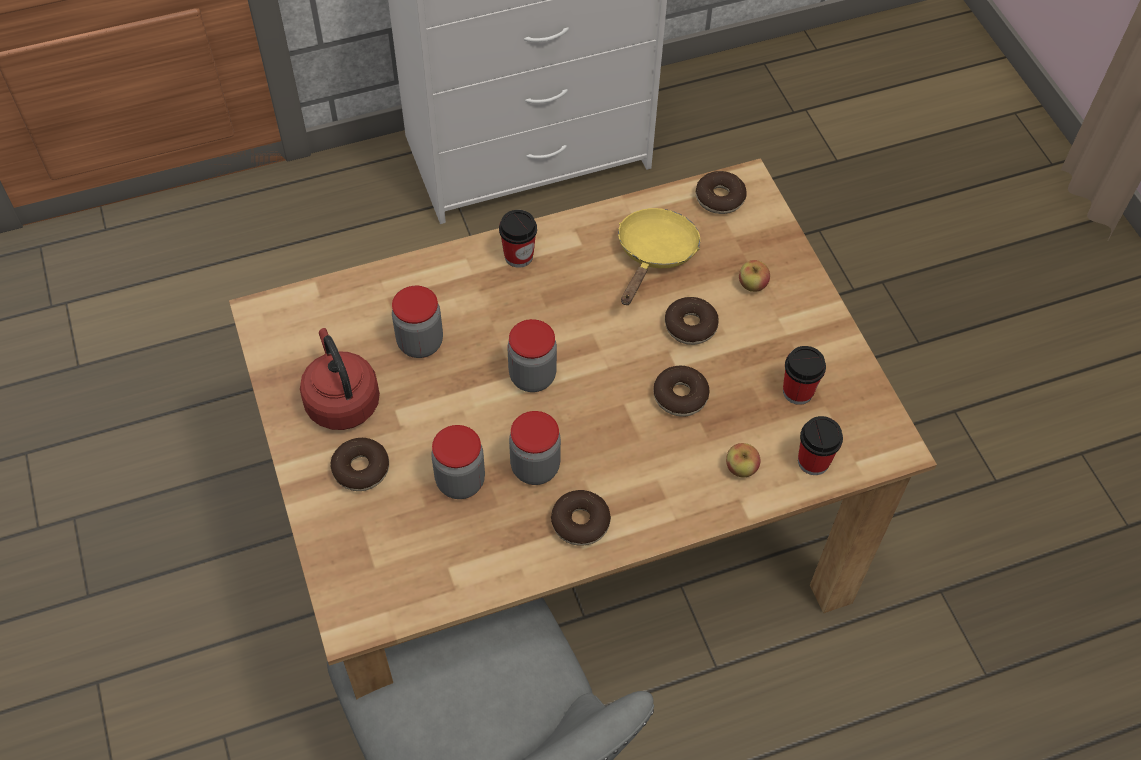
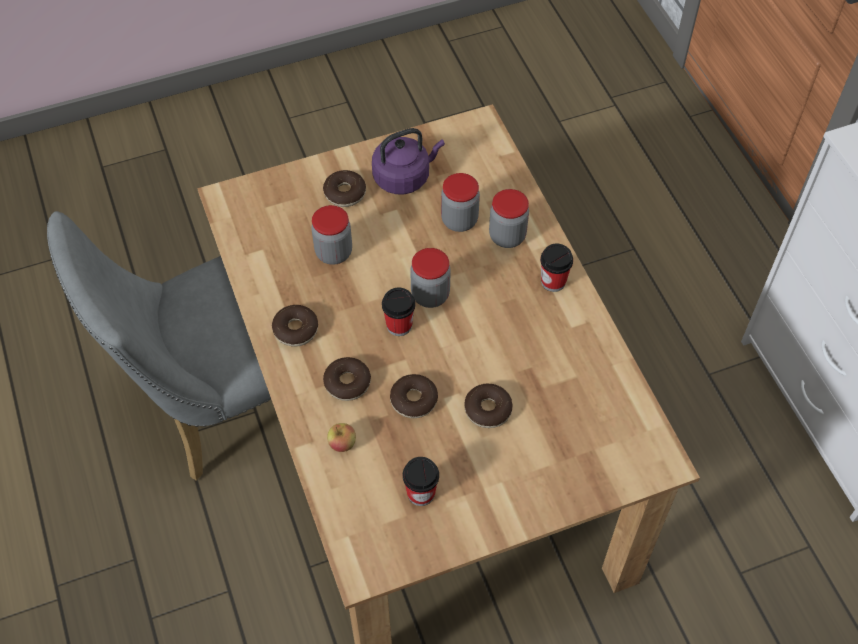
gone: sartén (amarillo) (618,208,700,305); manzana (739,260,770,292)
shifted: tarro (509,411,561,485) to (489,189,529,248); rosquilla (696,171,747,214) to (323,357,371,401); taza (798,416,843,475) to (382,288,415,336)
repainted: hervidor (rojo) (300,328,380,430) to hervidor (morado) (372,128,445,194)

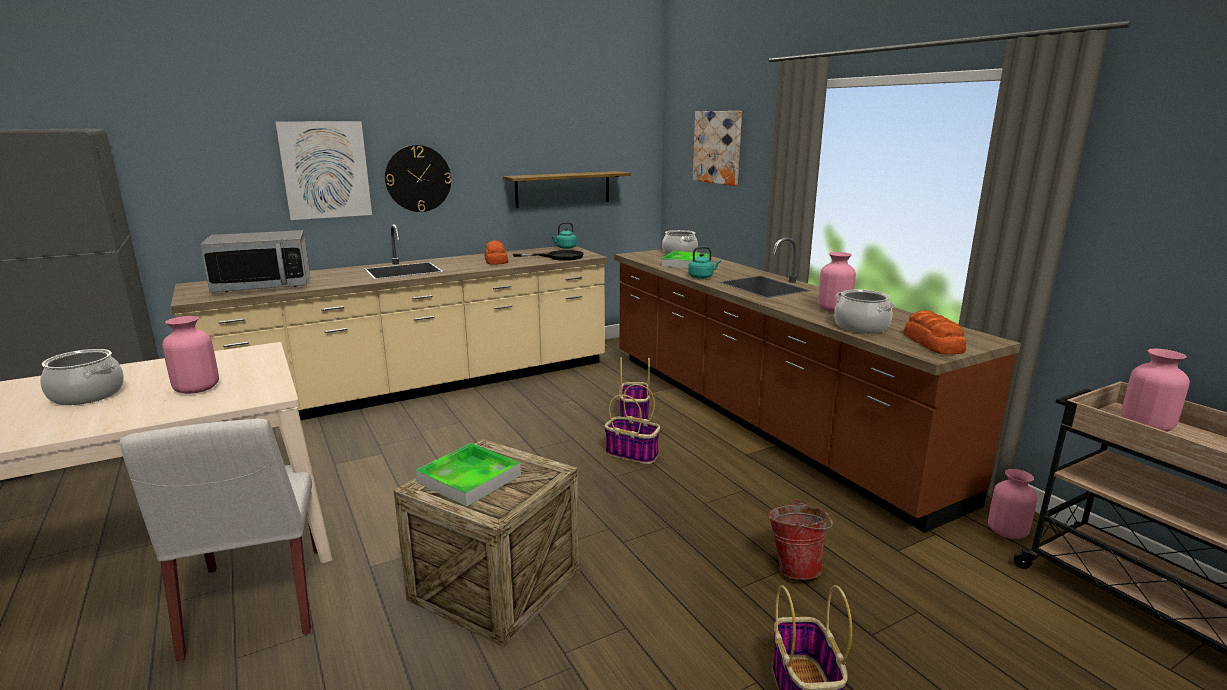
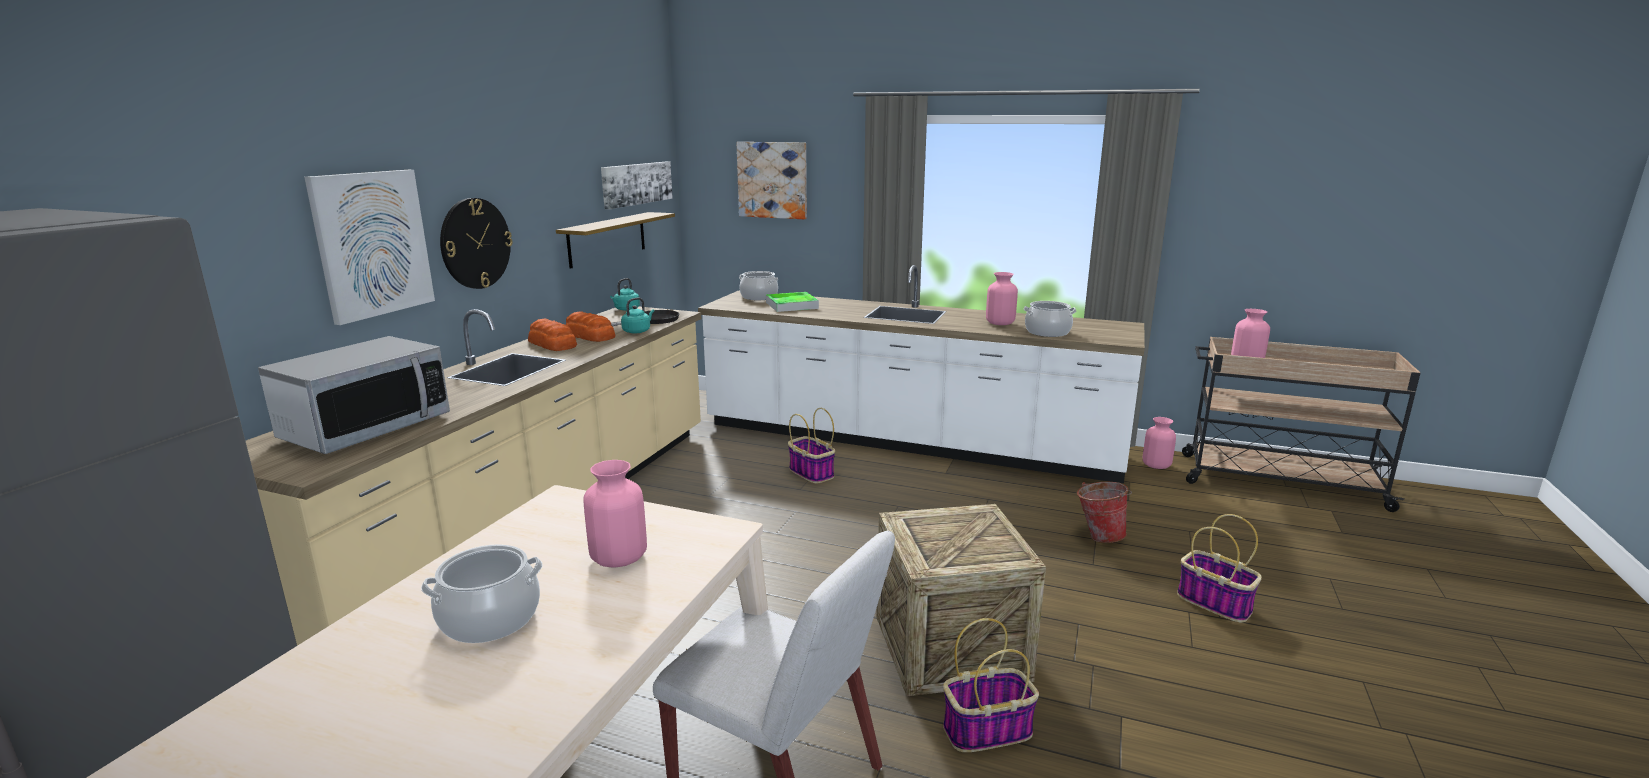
gone: bandeja (416,443,521,507)
new: cuadro (601,161,673,210)
shifted: cesta (604,384,660,464) to (943,618,1039,752); hervidor (turquesa) (688,246,721,279) to (621,297,654,334); pan (903,311,966,354) to (528,319,577,351)
repainted: mueble bajo de cocina (marrón) (615,237,1021,533) to mueble bajo de cocina (blanco) (698,265,1145,484)

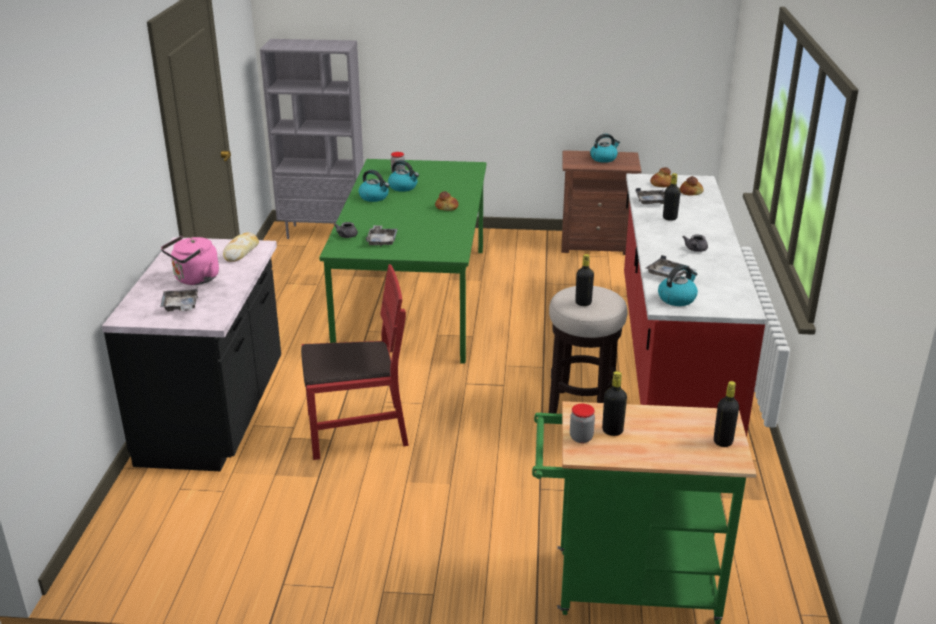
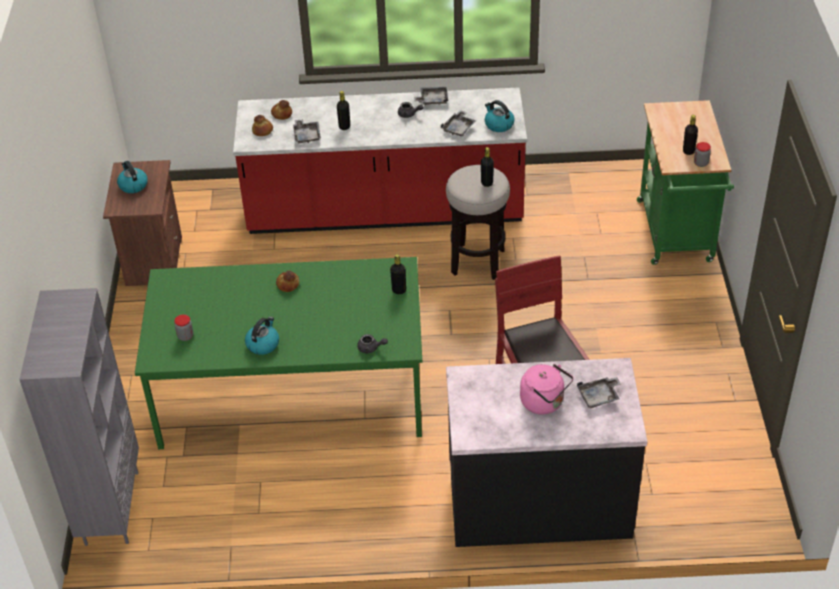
gone: pan (223,232,259,262); hervidor (388,160,419,192)
shifted: bandeja (gris) (366,225,397,246) to (414,87,448,105); botella (negro) (714,381,739,447) to (390,254,406,294)

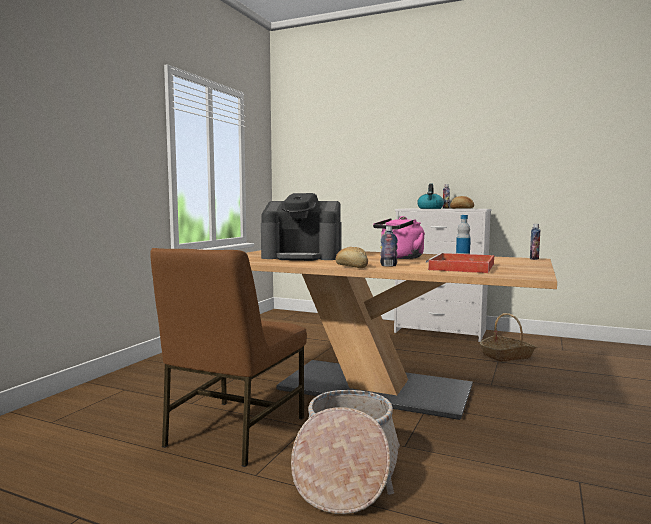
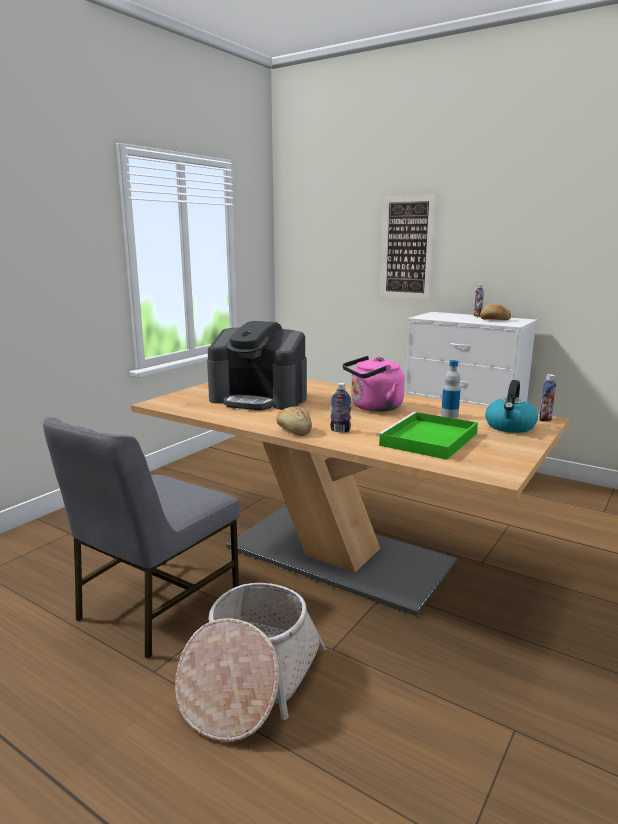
gone: cesta (480,313,537,362)
new: cuadro (380,195,436,300)
shifted: hervidor (417,184,444,209) to (485,380,538,433)
repainted: silla (marrón) (150,248,307,467) to silla (gris) (43,417,240,659); bandeja (rojo) (426,253,494,273) to bandeja (verde) (377,412,478,460)

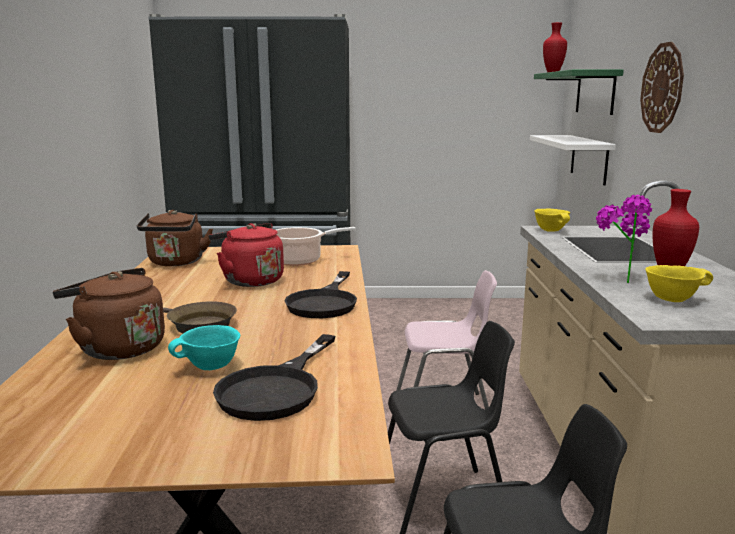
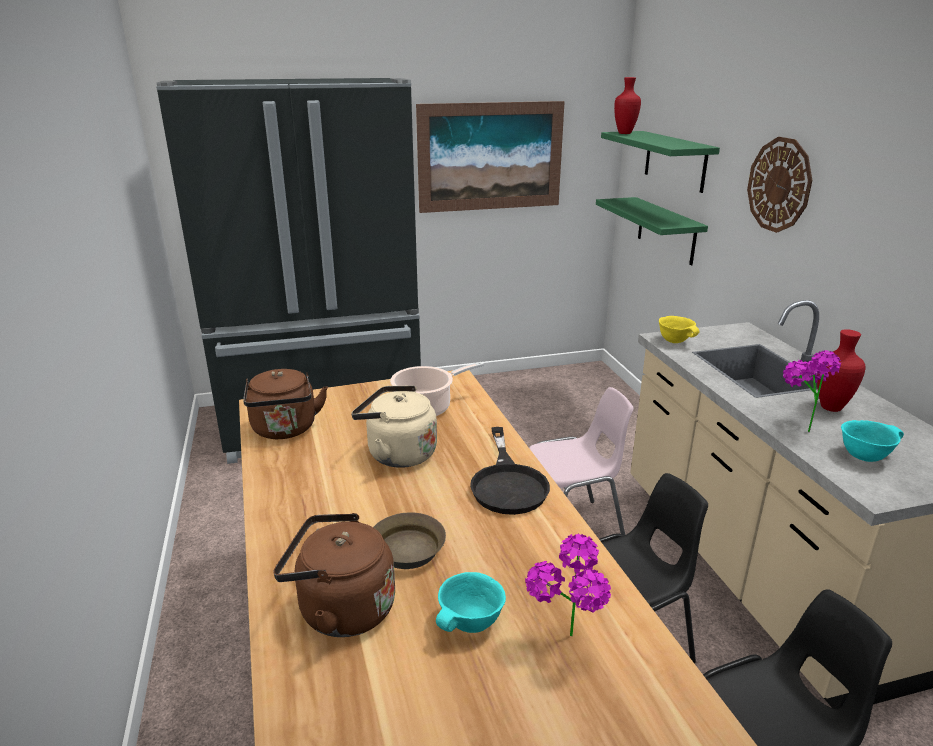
new: cuadro (416,101,565,213)
swapped: sartén (negro) (213,334,335,421) to planta en maceta (525,534,611,636)
repainted: hervidor (rojo) (209,223,284,287) to hervidor (beis) (351,385,437,468); estante (blanco) (530,135,616,185) to estante (verde) (596,197,708,265); cuenco (amarillo) (645,265,713,302) to cuenco (turquesa) (841,420,904,462)

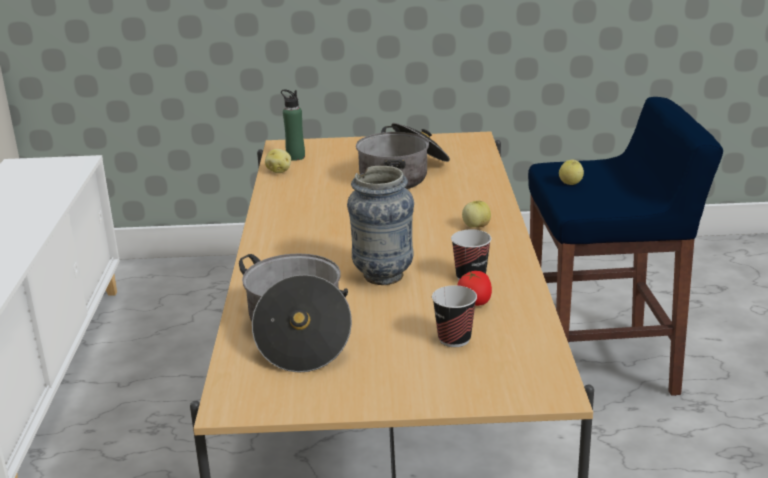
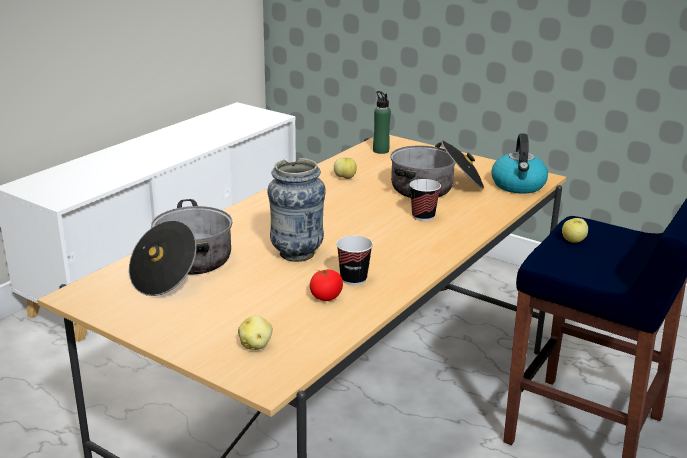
new: hervidor (491,133,548,194)
shifted: patata (265,149,291,173) to (238,316,273,350); taza (432,285,477,347) to (410,179,441,221); manzana (462,201,491,228) to (334,157,357,179)

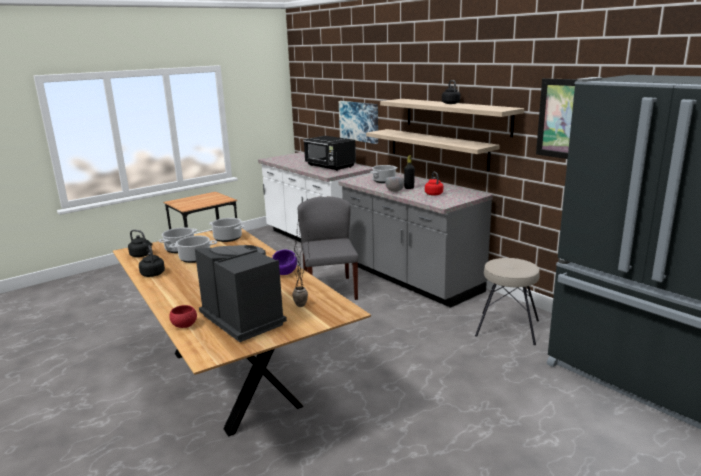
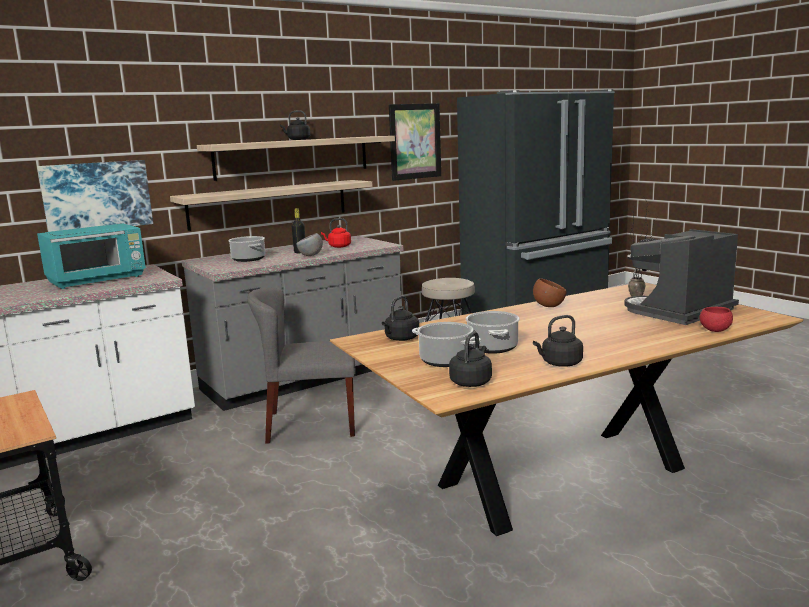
swapped: olla (209,218,244,242) to hervidor (negro) (382,296,419,341)
repainted: cuenco (morado) (272,250,297,275) to cuenco (marrón) (533,278,567,307); microondas (negro) (303,136,356,171) to microondas (turquesa) (37,224,146,289)

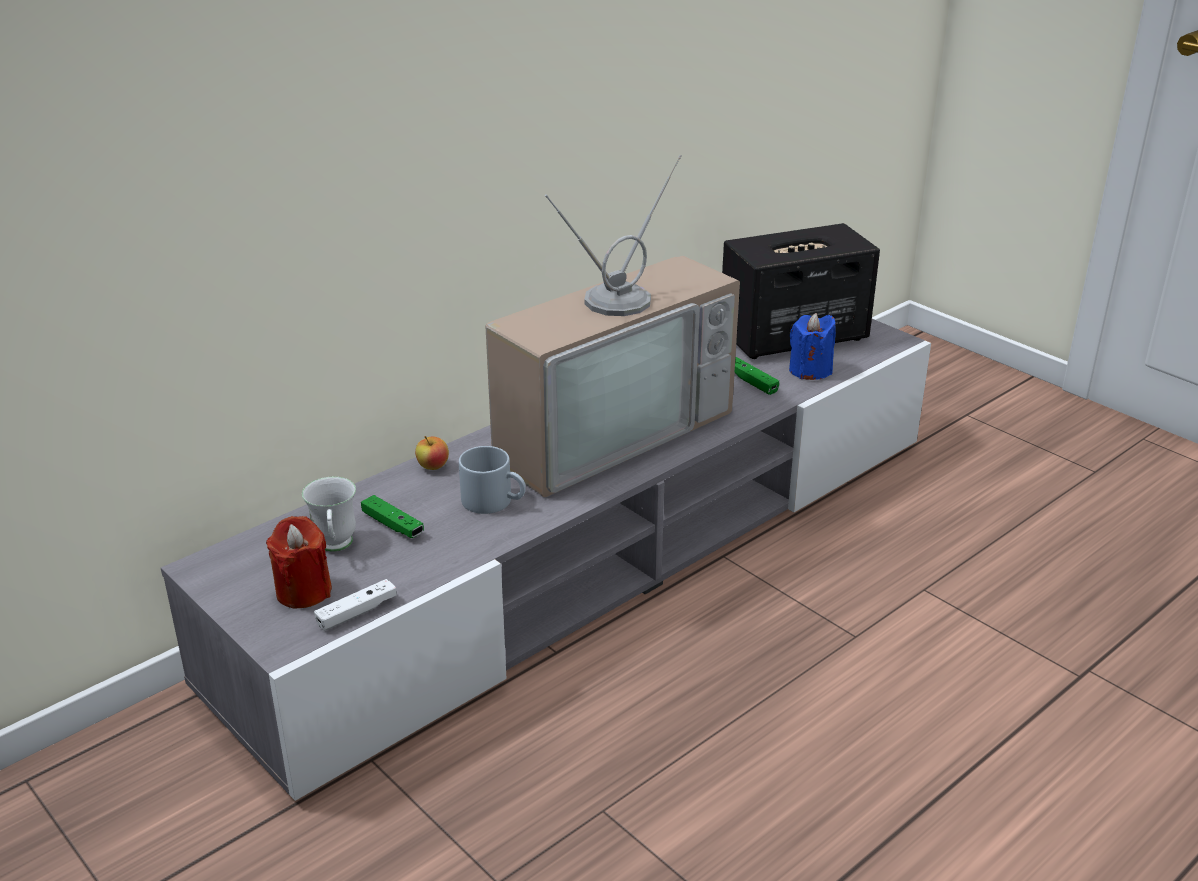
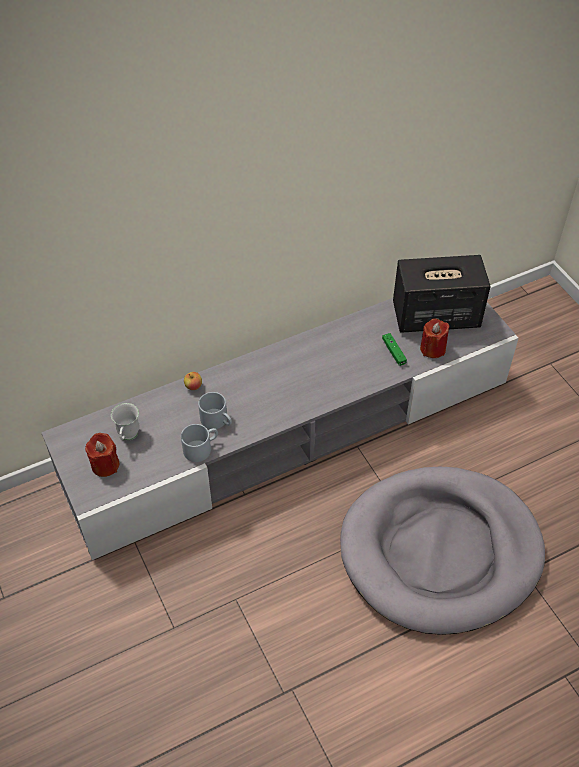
gone: mando de consola (blanco) (314,579,397,631); mando de consola (verde) (361,495,424,538); televisor (485,155,740,497)
new: taza grande (gris) (181,424,218,462); cama para perro (gris) (340,467,545,635)
repainted: vela (azul) (789,313,836,380) to vela (rojo) (420,318,450,358)

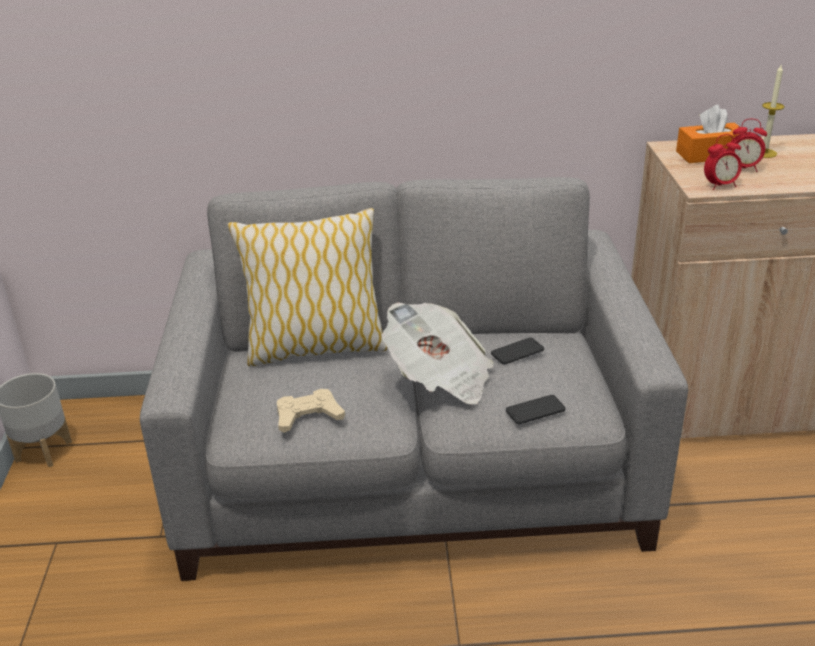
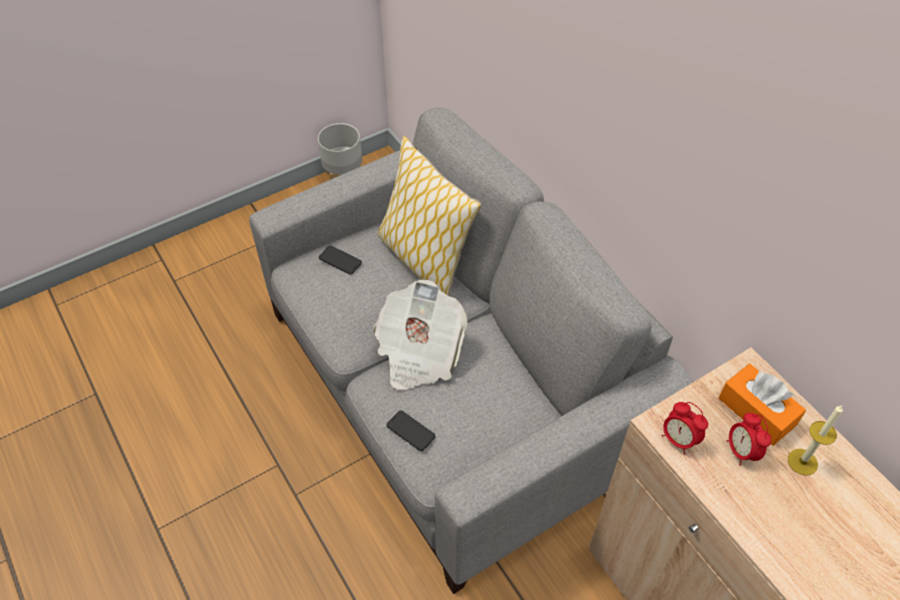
gone: mando de consola (beis) (277,389,345,433)
shifted: móvil (491,338,544,364) to (319,246,362,275)

